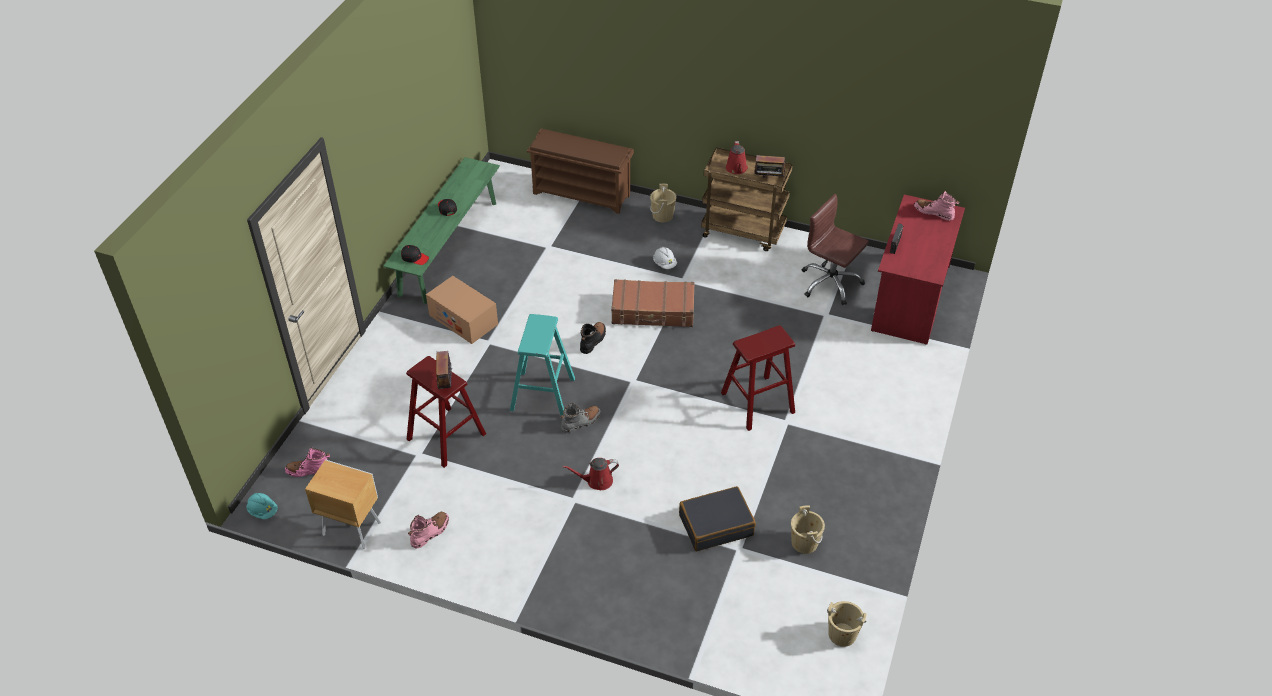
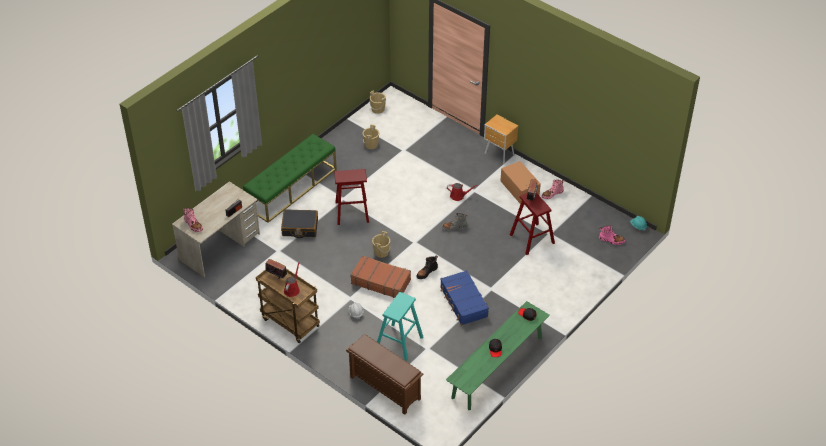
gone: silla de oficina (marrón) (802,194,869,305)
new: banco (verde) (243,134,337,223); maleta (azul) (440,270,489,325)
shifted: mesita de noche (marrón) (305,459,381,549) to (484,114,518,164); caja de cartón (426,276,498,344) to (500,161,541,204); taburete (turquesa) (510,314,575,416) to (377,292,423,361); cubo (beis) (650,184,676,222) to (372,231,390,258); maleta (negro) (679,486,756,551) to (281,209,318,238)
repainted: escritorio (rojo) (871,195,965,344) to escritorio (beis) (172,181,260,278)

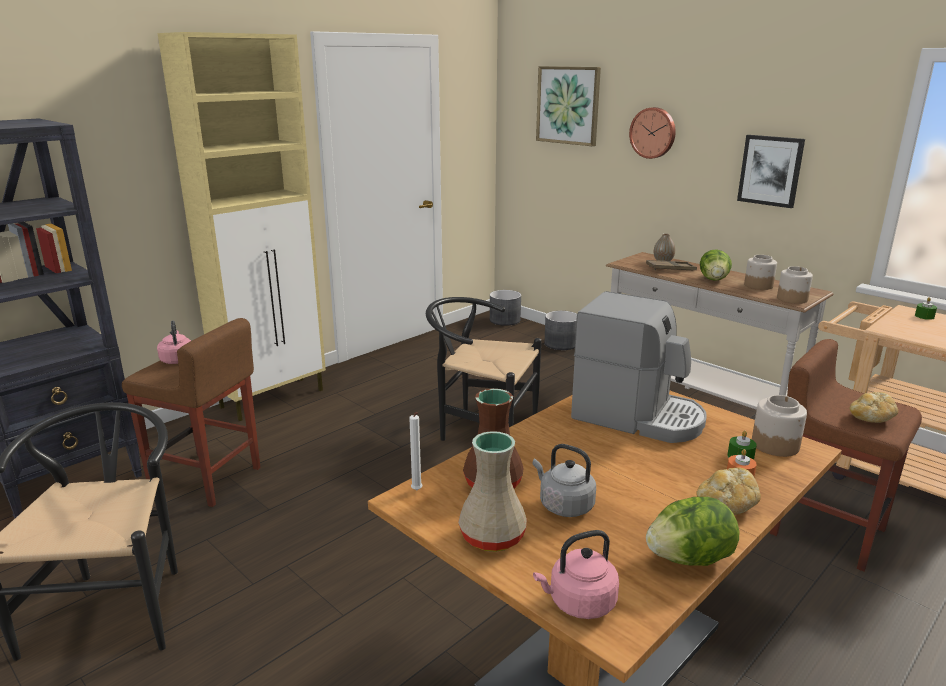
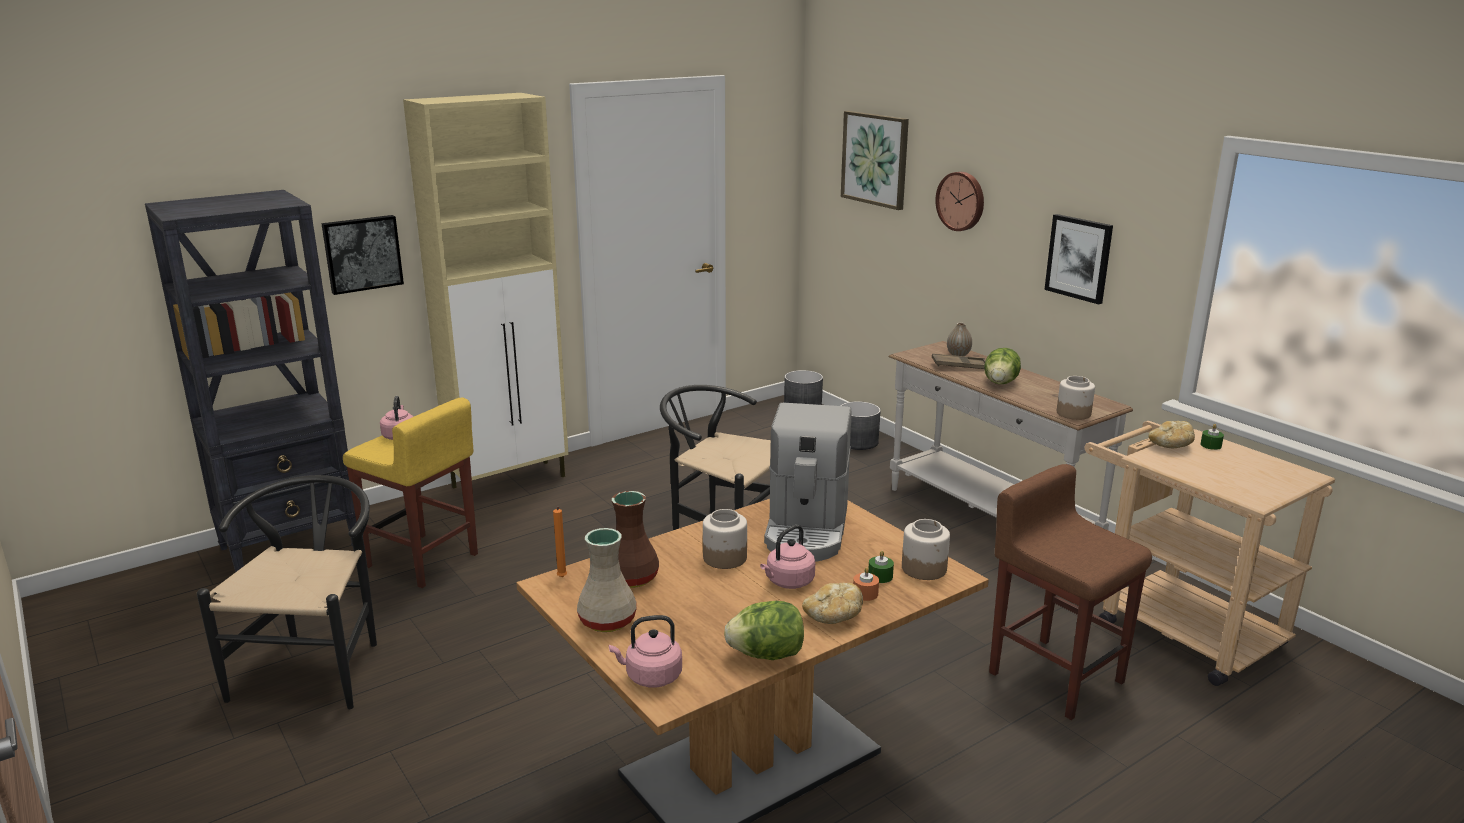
gone: hervidor (gris) (533,444,596,517)
new: cuadro (321,215,404,295); hervidor (rosa) (760,525,815,589)
shifted: tarro (744,255,777,290) to (703,509,747,569); pan (850,392,898,423) to (1148,421,1195,448)
repainted: taburete (marrón) (122,318,260,507) to taburete (amarillo) (343,397,478,588); vela (blanco) (409,412,422,490) to vela (naranja) (553,507,567,577)
rotated: cafetera (571,291,707,443) = (764,403,852,562) 60 degrees clockwise

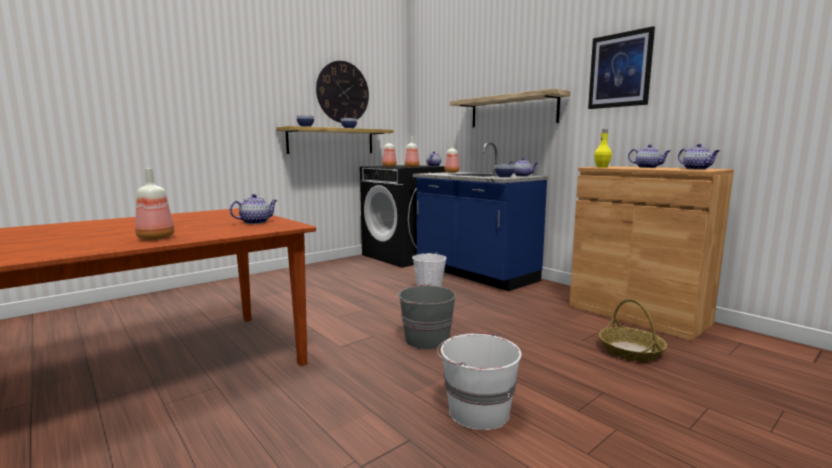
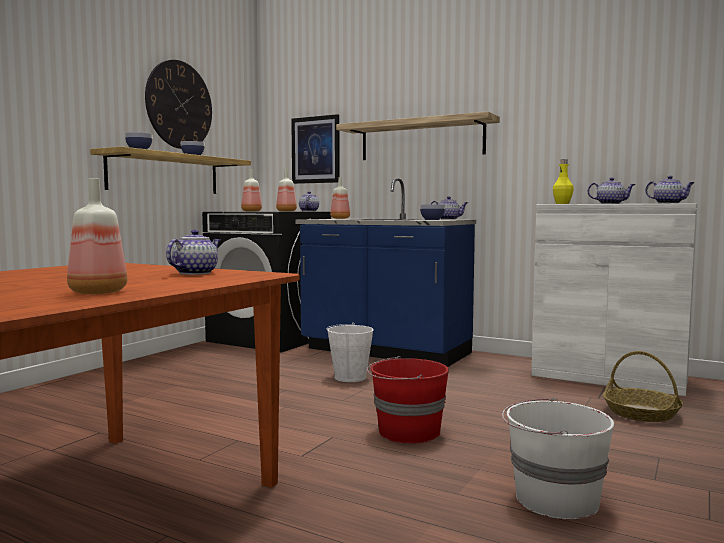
shifted: cuadro (588,26,655,109) to (291,114,340,184)
repainted: cubo (gris) (396,285,456,350) to cubo (rojo) (367,356,449,444); armario (marrón) (569,166,734,341) to armario (blanco) (531,203,697,396)

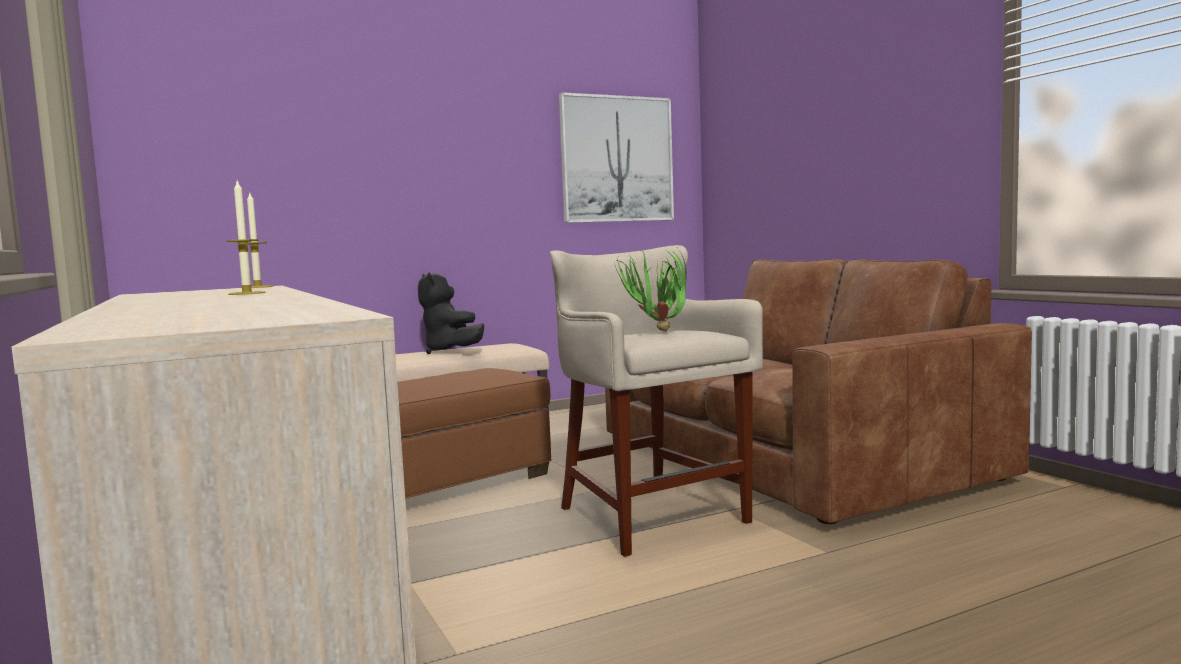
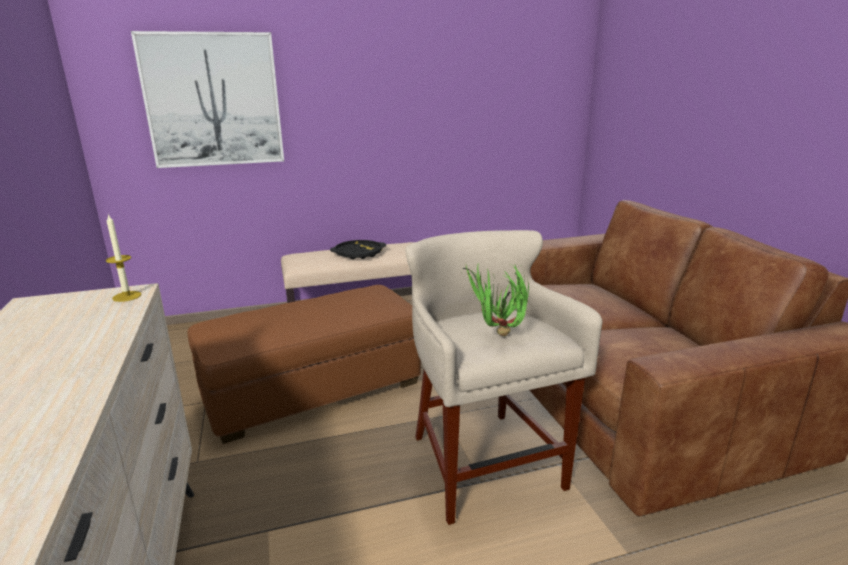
gone: vela (226,181,266,295)
shifted: cuadro (559,92,674,223) to (131,31,284,168)
swapped: peluche (negro) (418,273,484,354) to bandeja (negro) (330,240,386,259)

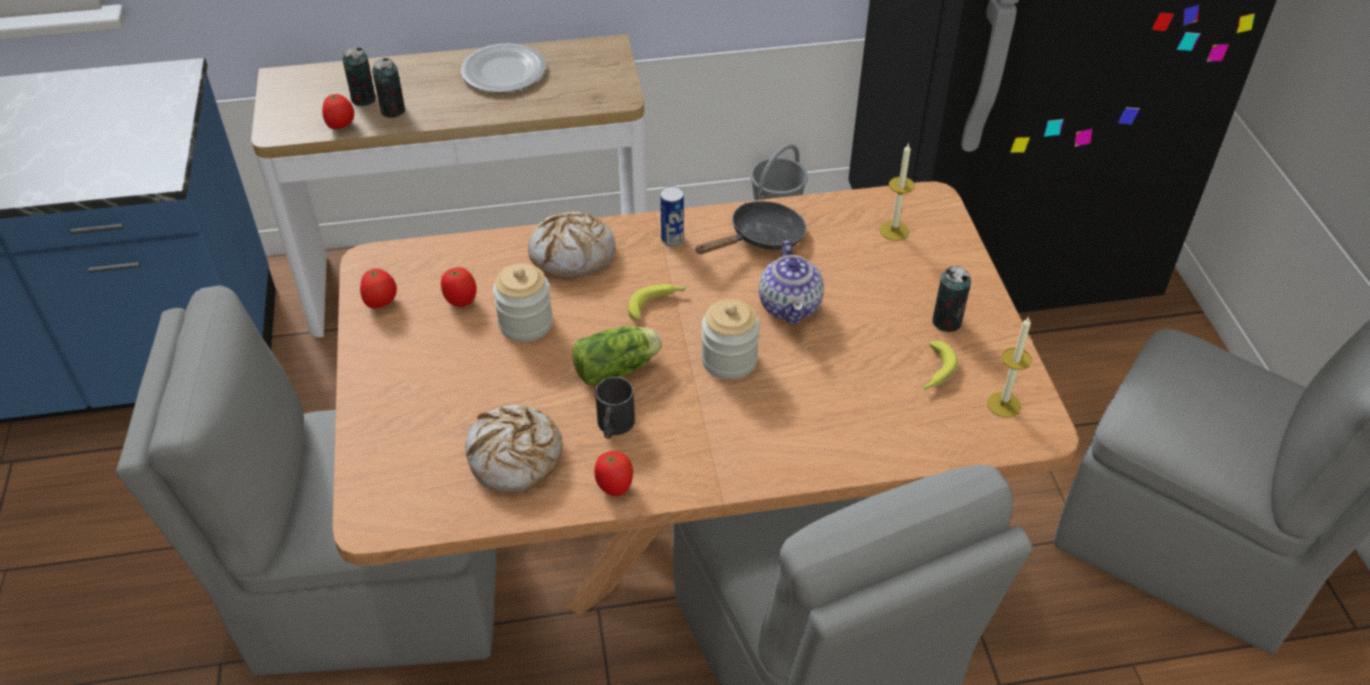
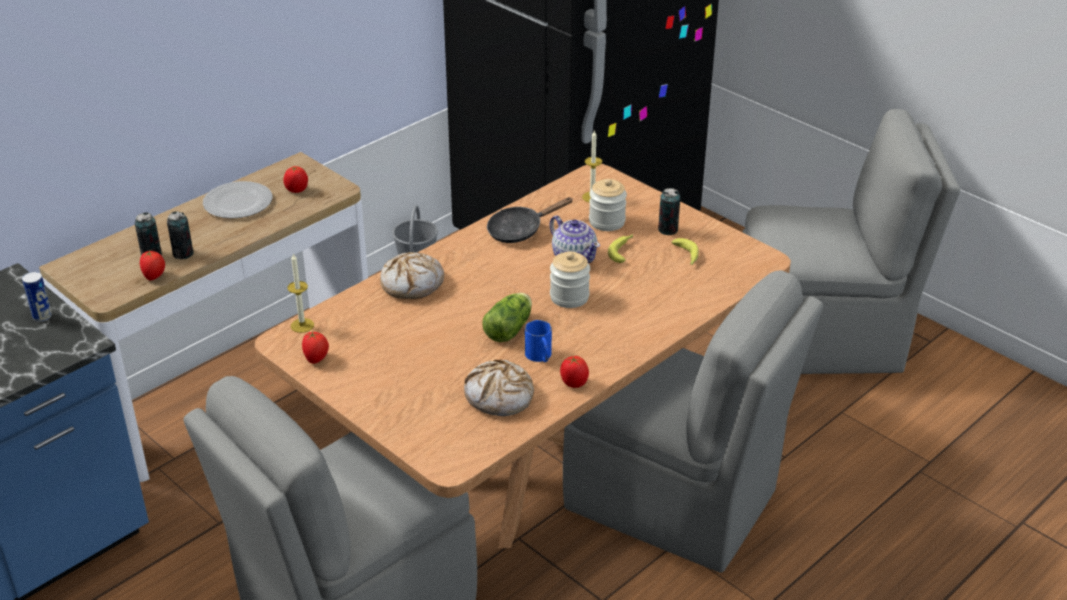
shifted: tomate (441,267,477,307) to (283,166,308,193); tarro (493,263,553,342) to (589,179,627,231); plátano (628,284,687,320) to (608,234,633,263); lata (660,186,684,246) to (22,272,52,322); vela (987,317,1032,418) to (287,253,314,333)
repainted: taza grande (negro) (595,377,635,439) to taza grande (azul) (525,320,552,362)
rotated: sartén (negro) (695,201,806,254) = (487,197,573,243) 135 degrees counterclockwise

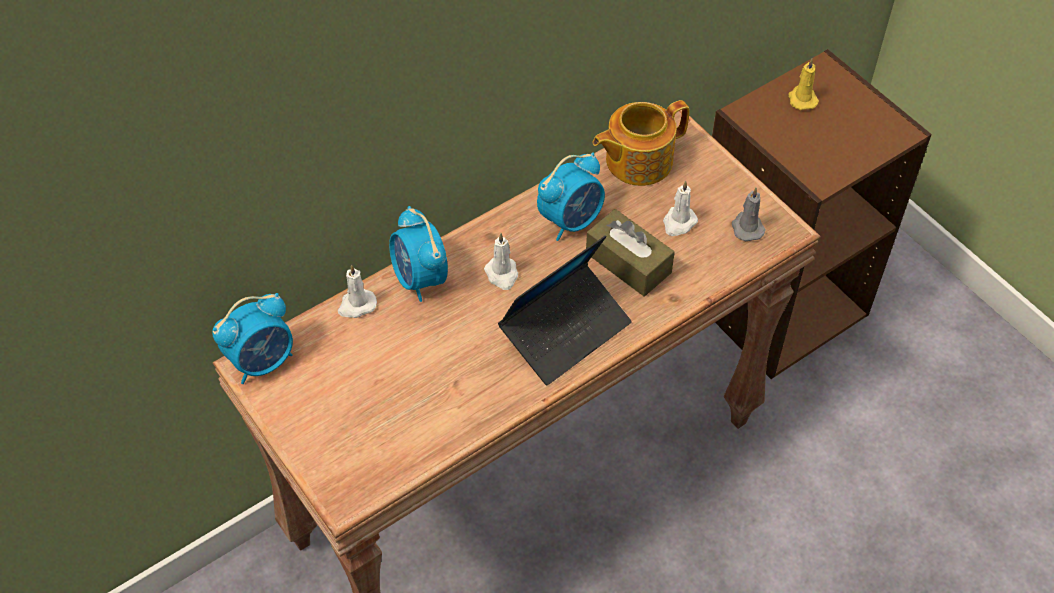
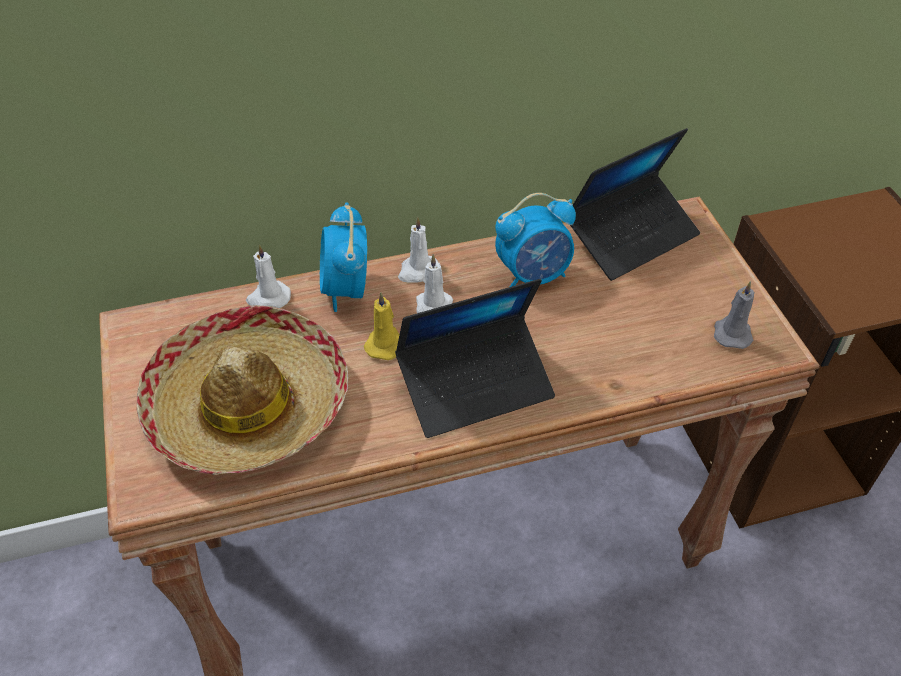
gone: despertador (212,293,293,384); caja de pañuelos (marrón) (586,209,675,296)
new: sombrero (137,305,348,475)
shifted: vela (blanco) (663,181,698,236) to (398,216,438,282); vela (amarillo) (789,59,819,110) to (364,292,400,360)
swapped: tetera (593,100,690,186) to portátil (570,128,700,281)

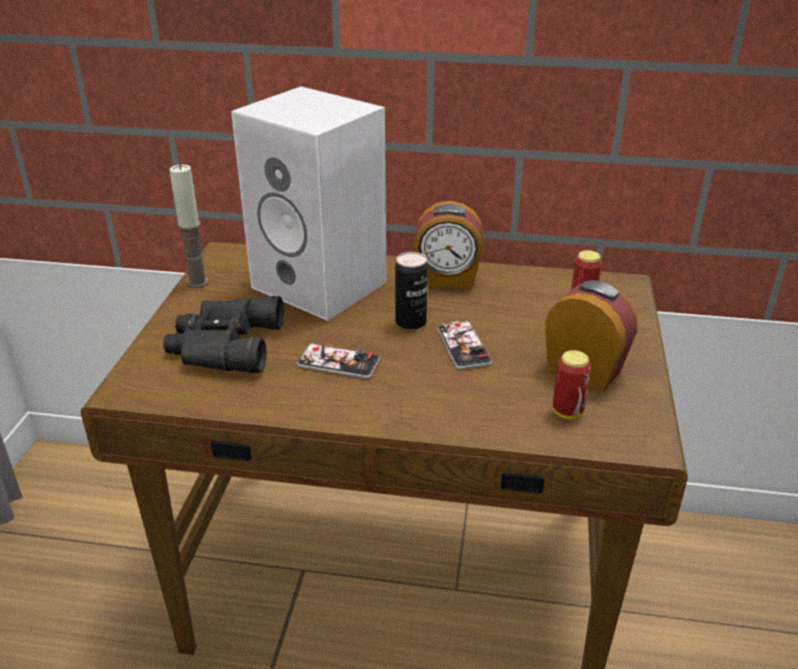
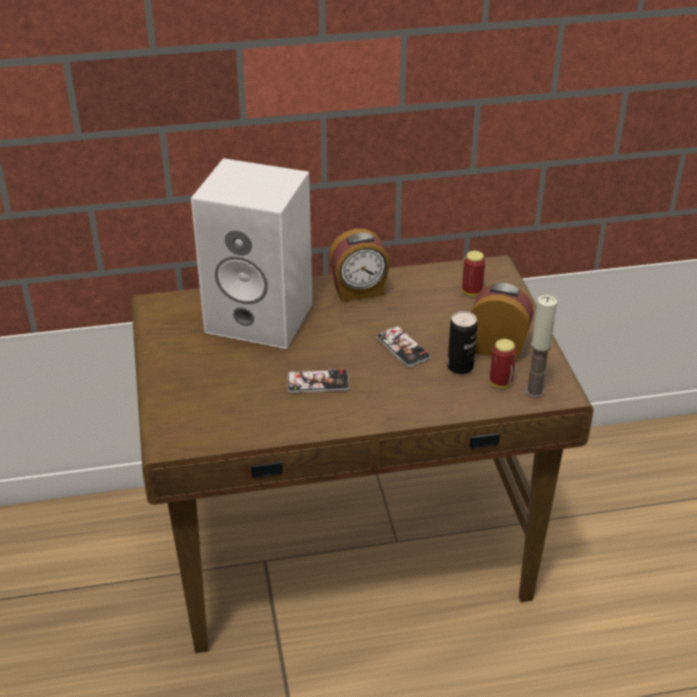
gone: prismáticos (negro) (163,296,284,373)
shifted: vela (169,164,208,288) to (525,295,557,398); lata (395,252,428,330) to (447,311,477,374)

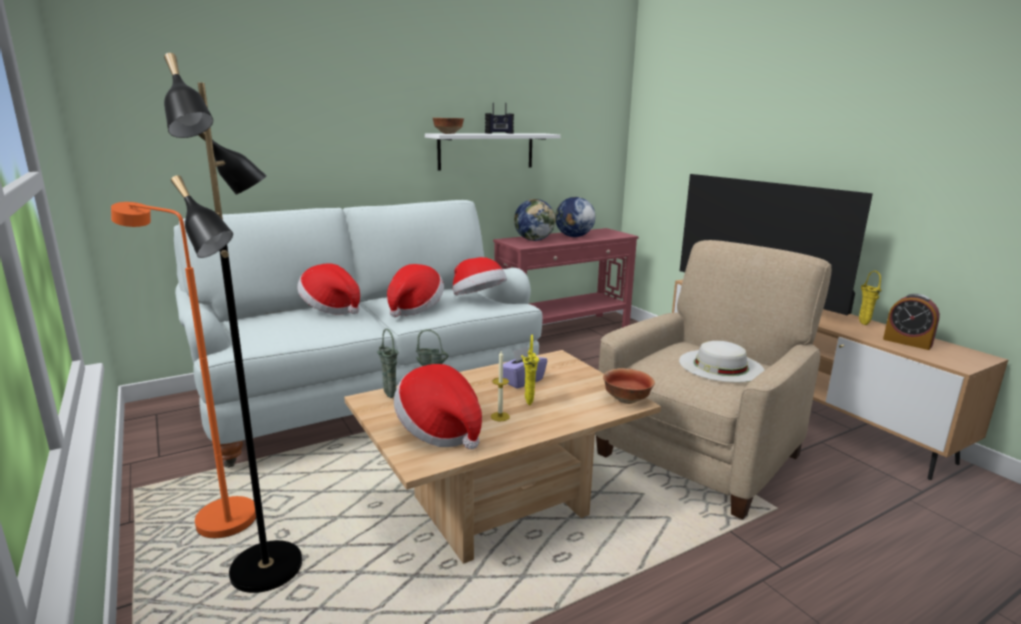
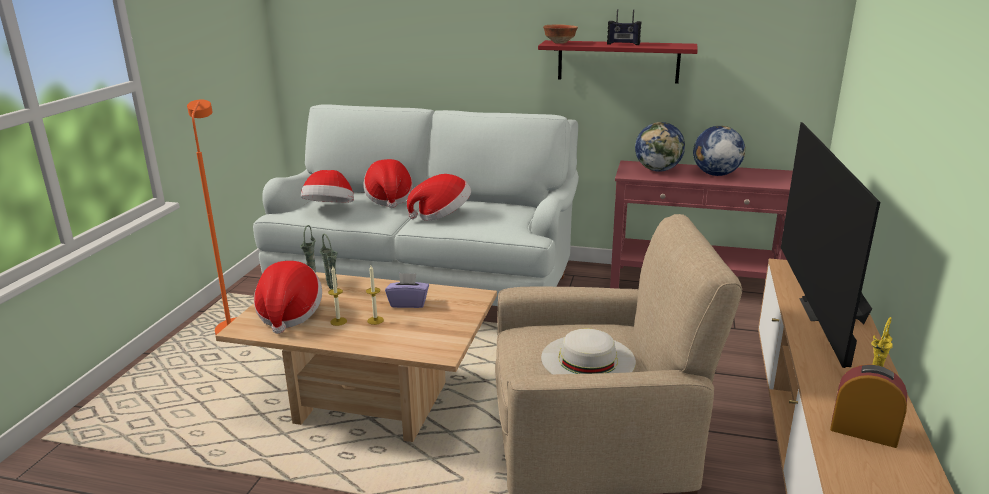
gone: lámpara de pie (negro) (164,53,302,593); cuenco (603,368,655,404)
shifted: sombrero (452,257,507,295) to (301,170,354,203)
swapped: florero (amarillo) (521,335,539,406) to vela (366,266,384,325)
repainted: estante (blanco) (425,133,561,171) to estante (rojo) (538,40,698,84)
rotated: despertador (883,294,940,350) = (830,364,907,448) 120 degrees clockwise

